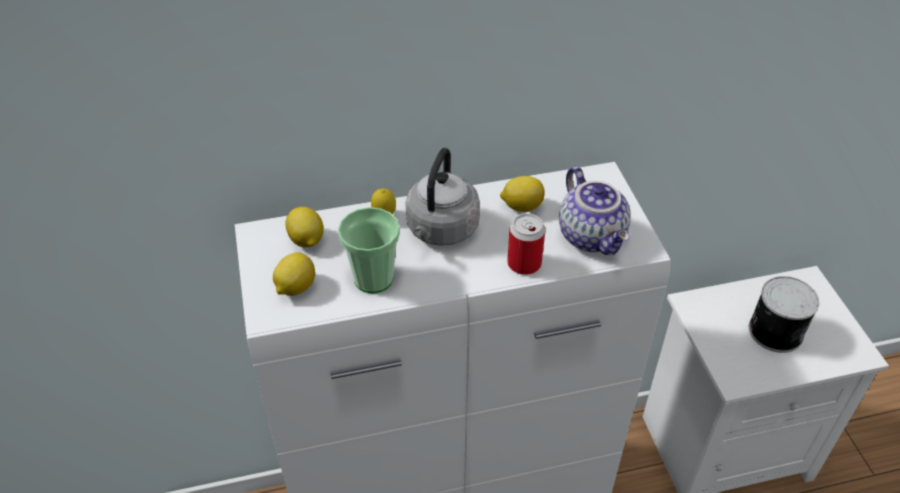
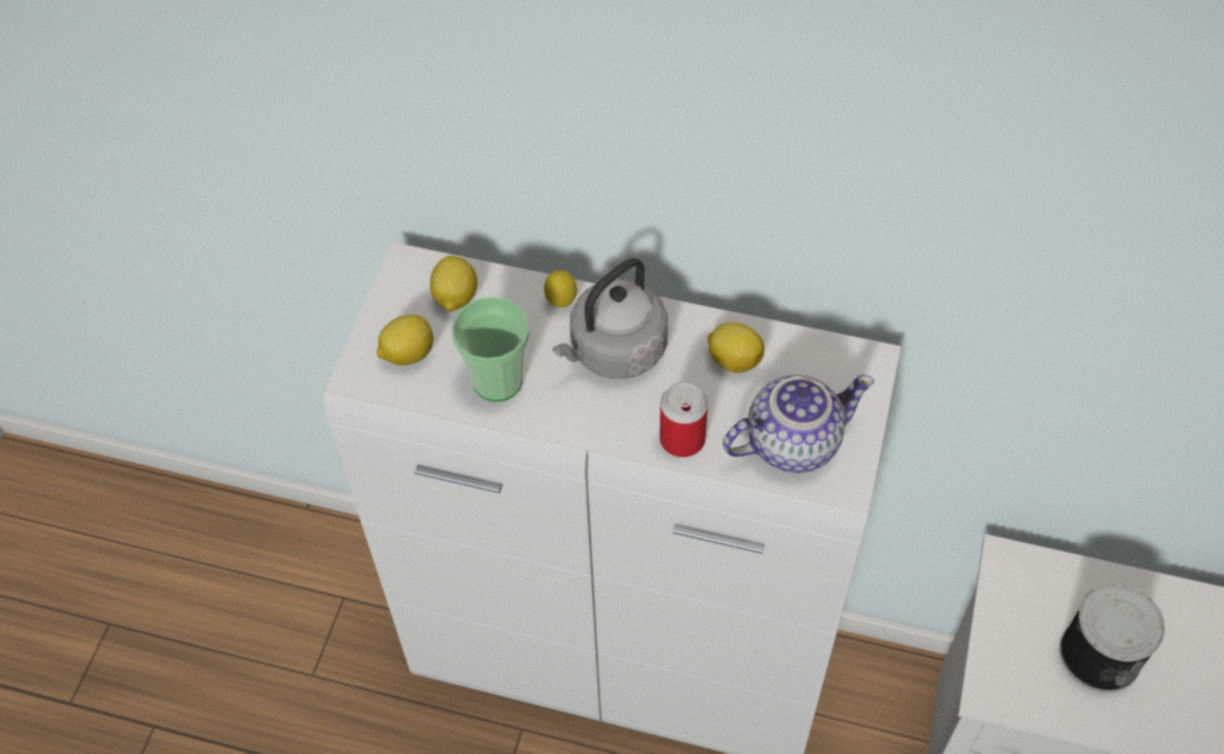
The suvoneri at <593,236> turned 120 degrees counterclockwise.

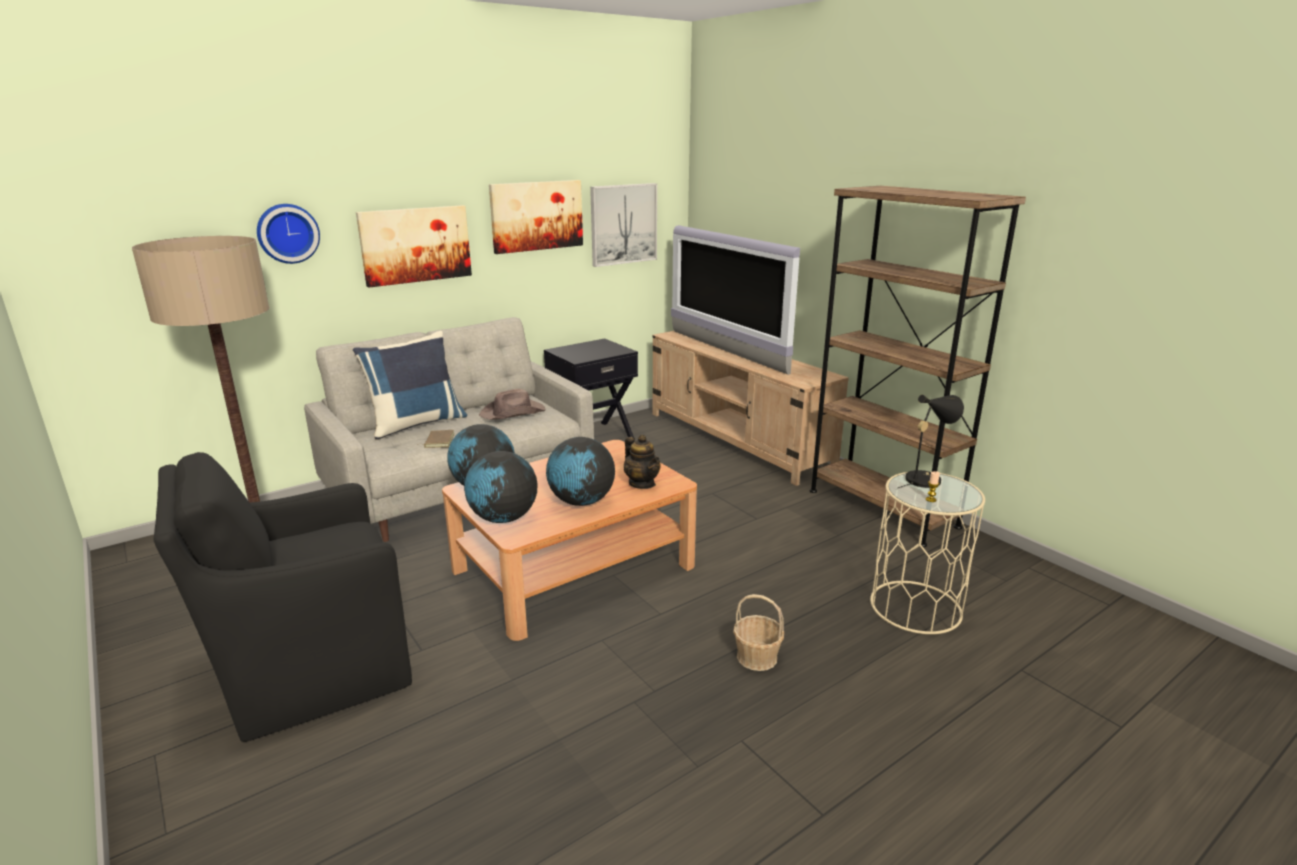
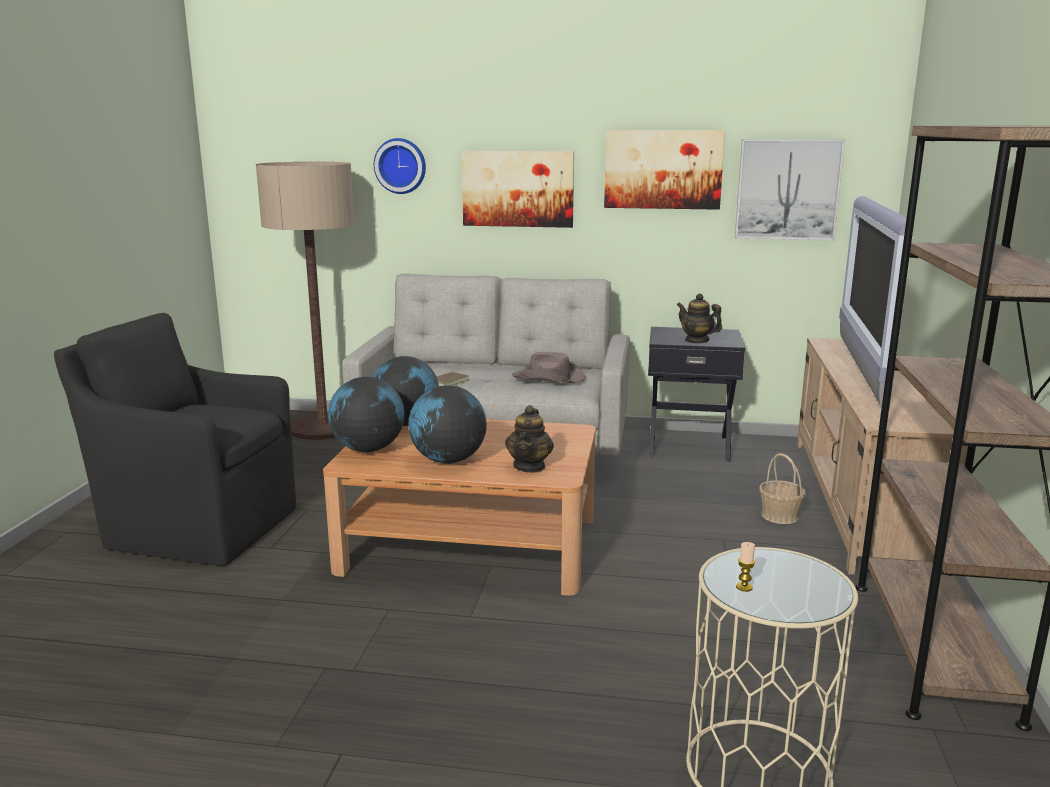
The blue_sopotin at <416,423> disappeared. The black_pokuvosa at <925,478> disappeared. The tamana moved from <757,657> to <779,516>. The suvoneri at <697,340> appeared.

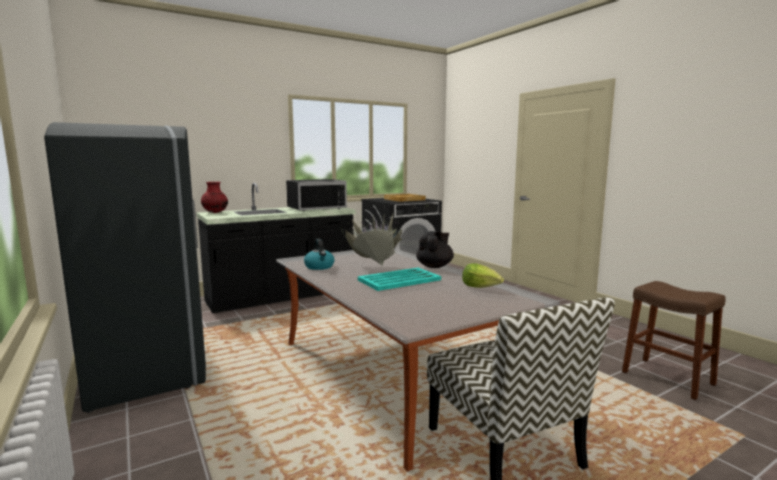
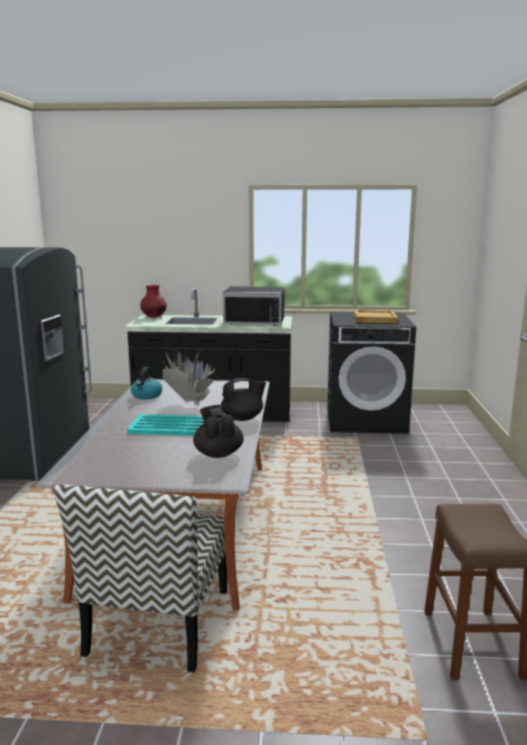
The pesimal at <481,287> was replaced by the black_suvoneri at <218,453>.

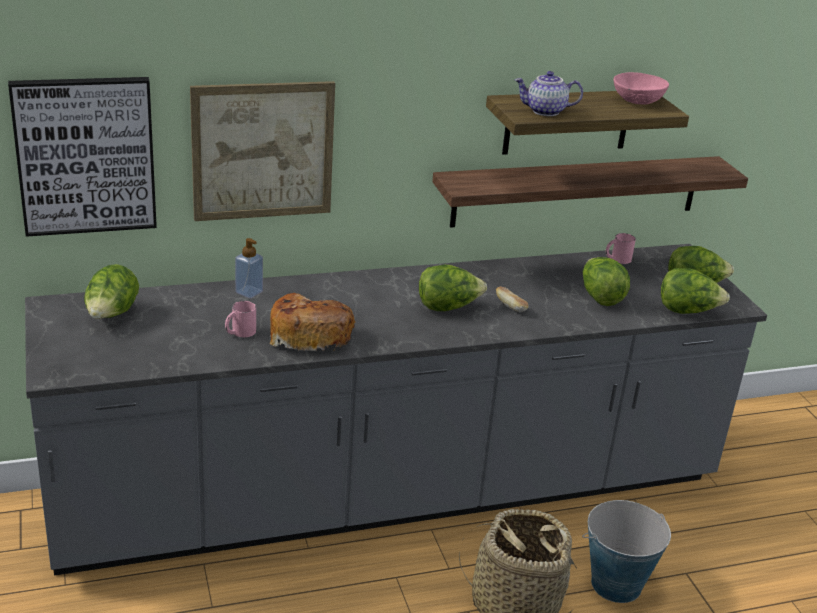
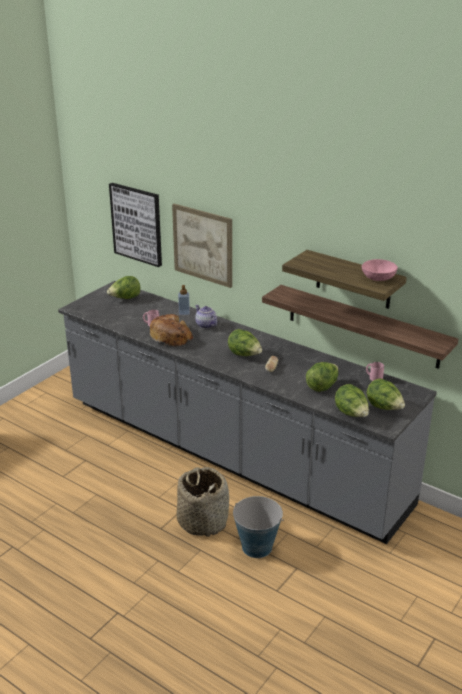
The suvoneri moved from <545,111> to <205,325>.

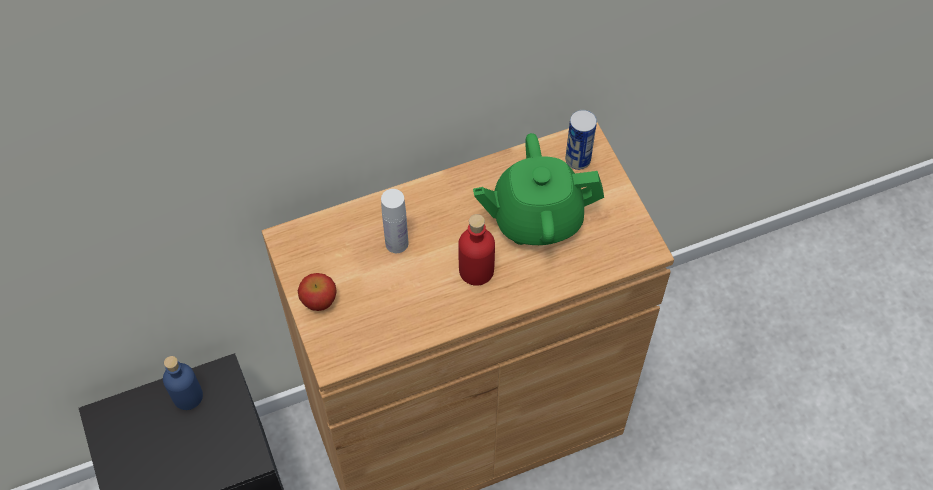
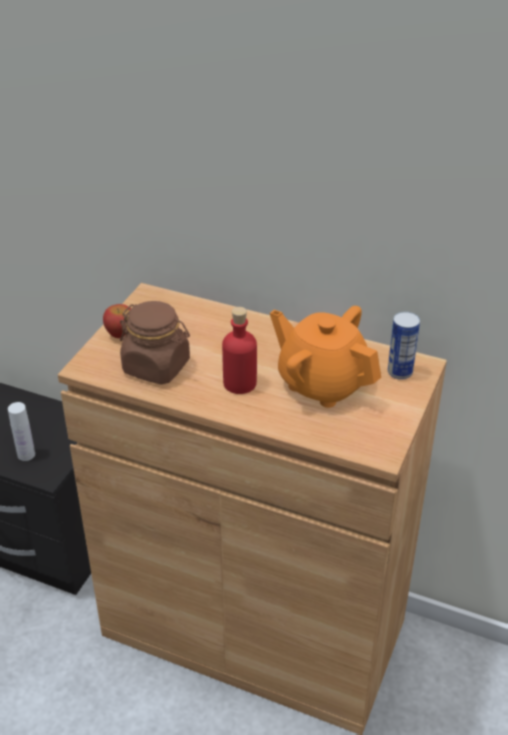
The green_suvoneri at <536,218> became the orange_suvoneri at <322,383>. The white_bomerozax moved from <396,243> to <26,454>. The blue_bomerozax at <187,396> disappeared. The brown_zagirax at <157,367> appeared.

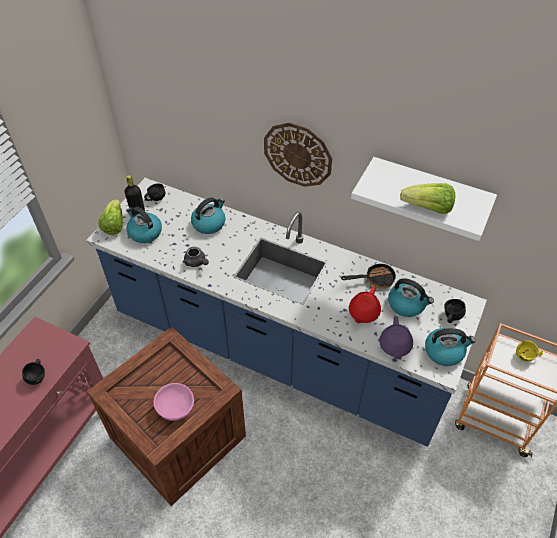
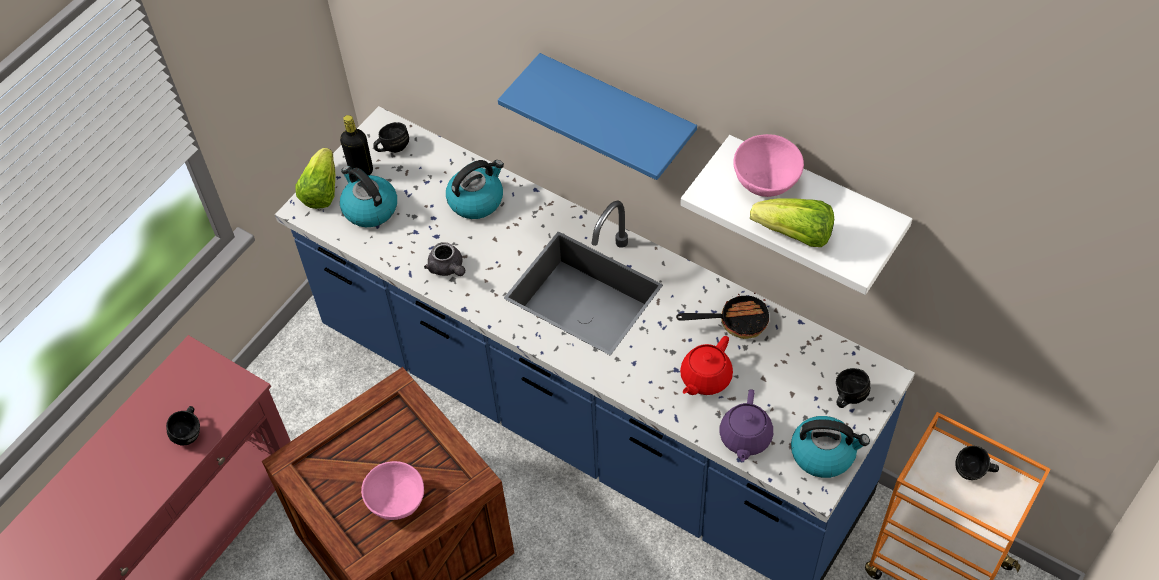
The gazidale at <298,154> was replaced by the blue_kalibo at <617,112>. The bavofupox at <407,304> disappeared. The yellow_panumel at <526,357> became the black_panumel at <973,473>. The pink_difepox at <767,182> appeared.

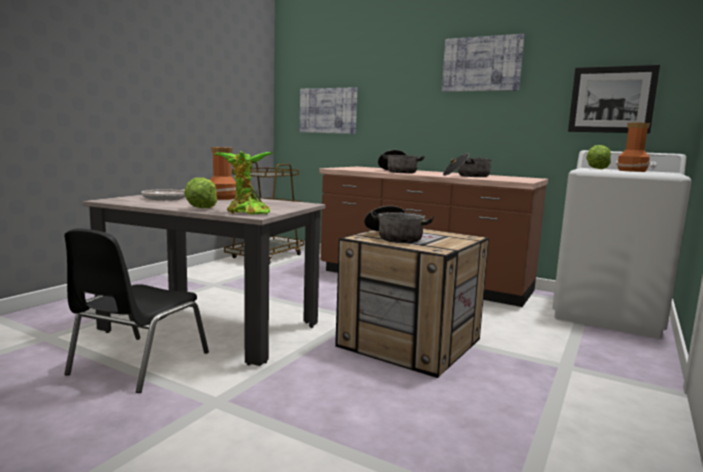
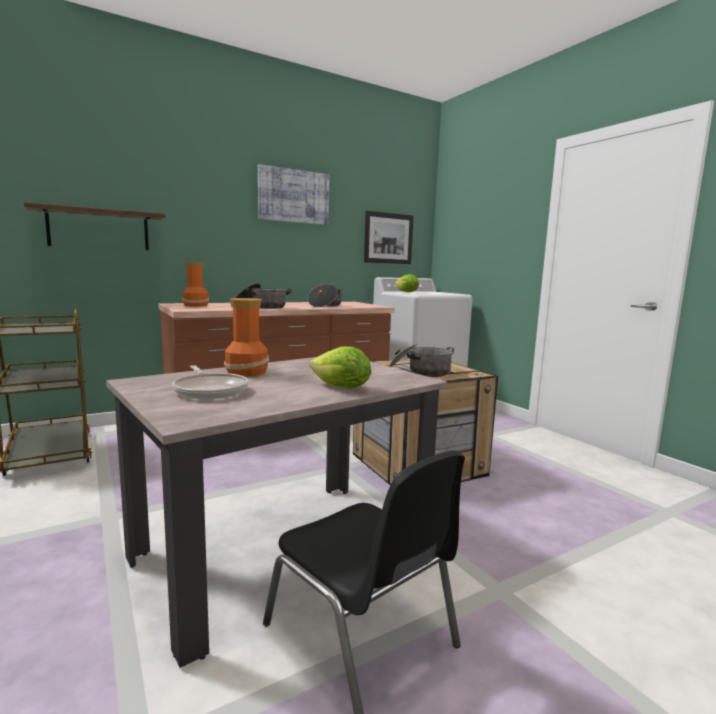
The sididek at <328,110> was replaced by the kalibo at <99,229>. The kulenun moved from <632,171> to <196,305>. The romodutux at <246,213> disappeared.

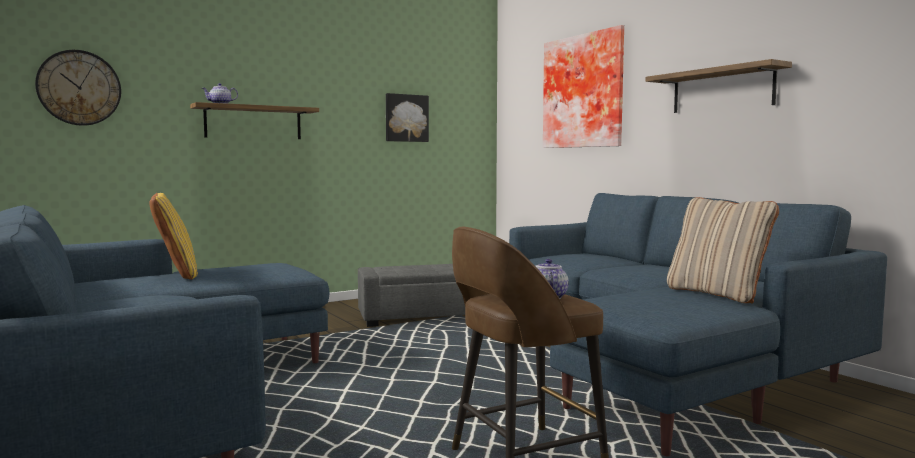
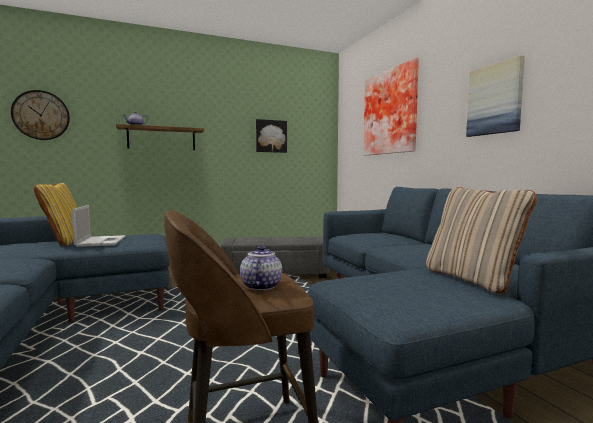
The kalibo at <722,90> was replaced by the sididek at <494,99>. The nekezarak at <101,241> appeared.

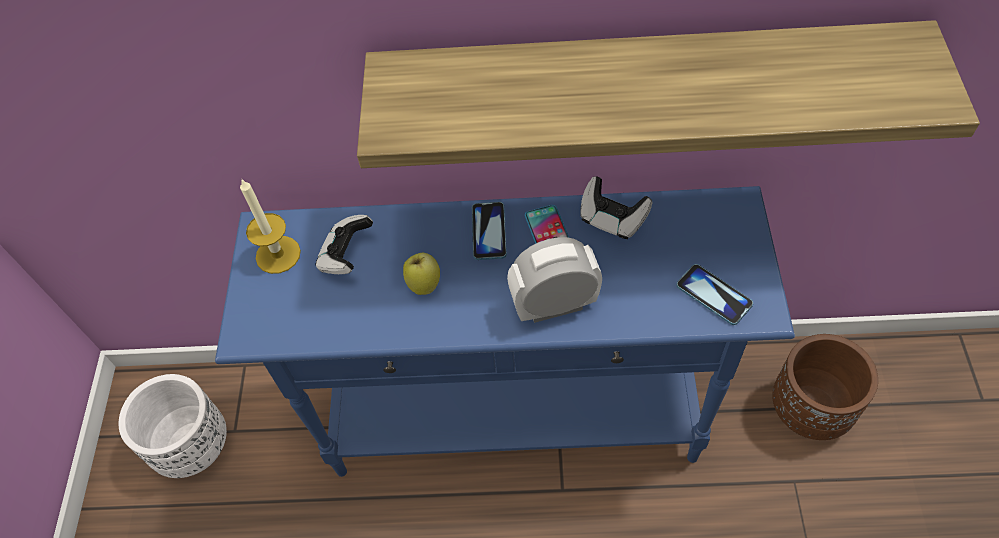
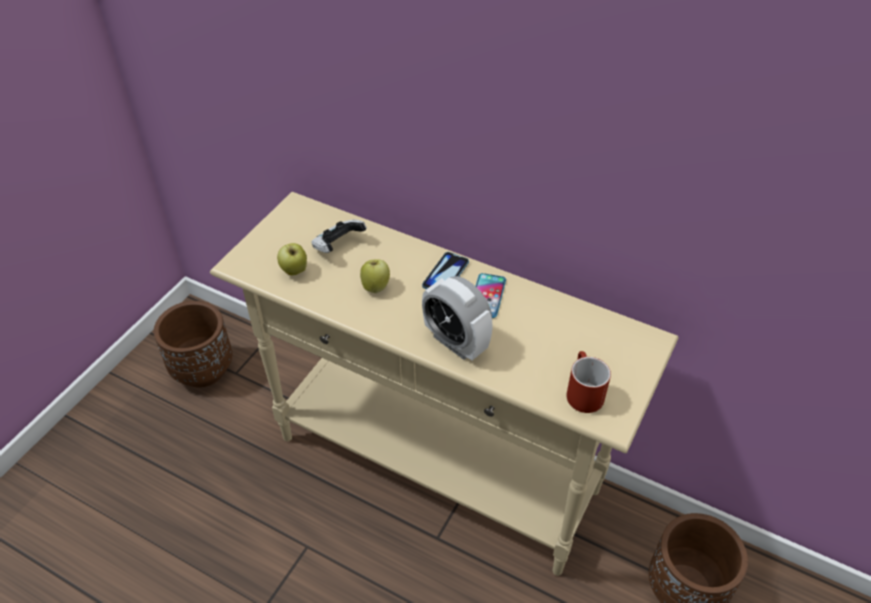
The kalibo at <642,81> disappeared. The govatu at <612,219> disappeared. The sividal at <278,254> disappeared. The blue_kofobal at <516,415> became the beige_kofobal at <437,465>. The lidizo at <554,306> turned 150 degrees counterclockwise. The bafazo at <714,295> was replaced by the red_panumel at <581,391>. The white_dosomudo at <194,447> became the brown_dosomudo at <203,370>. The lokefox at <294,271> appeared.

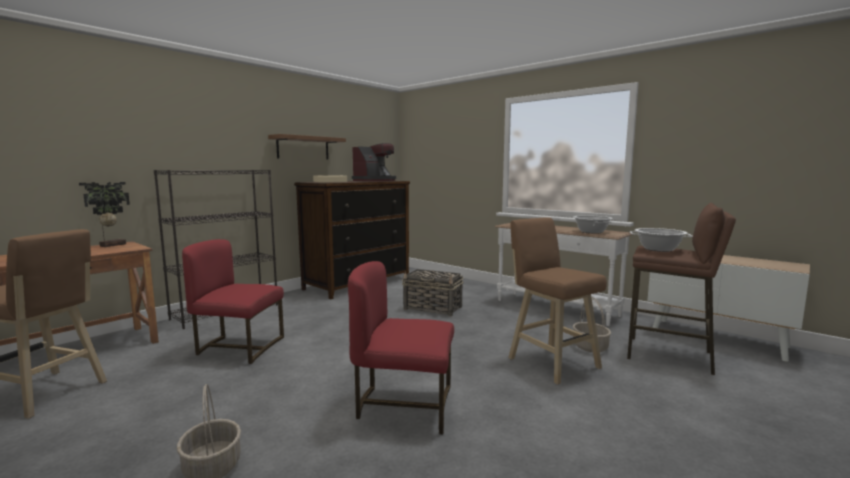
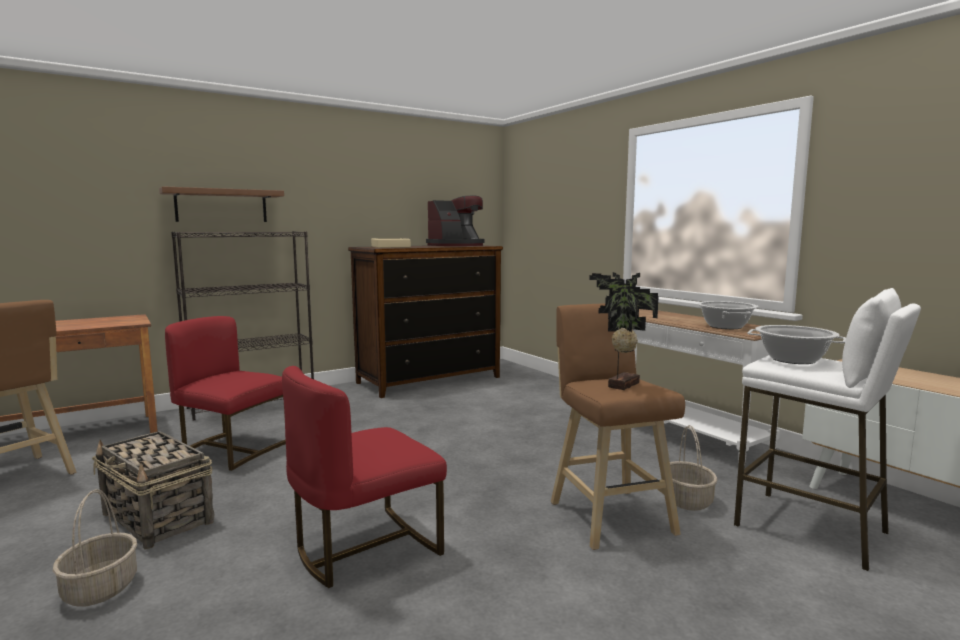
The brown_kalibo moved from <303,148> to <221,206>. The romodutux moved from <111,245> to <621,385>. The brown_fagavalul at <669,355> became the white_fagavalul at <811,529>. The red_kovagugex at <404,405> turned 60 degrees counterclockwise. The tamana moved from <433,308> to <158,519>.

